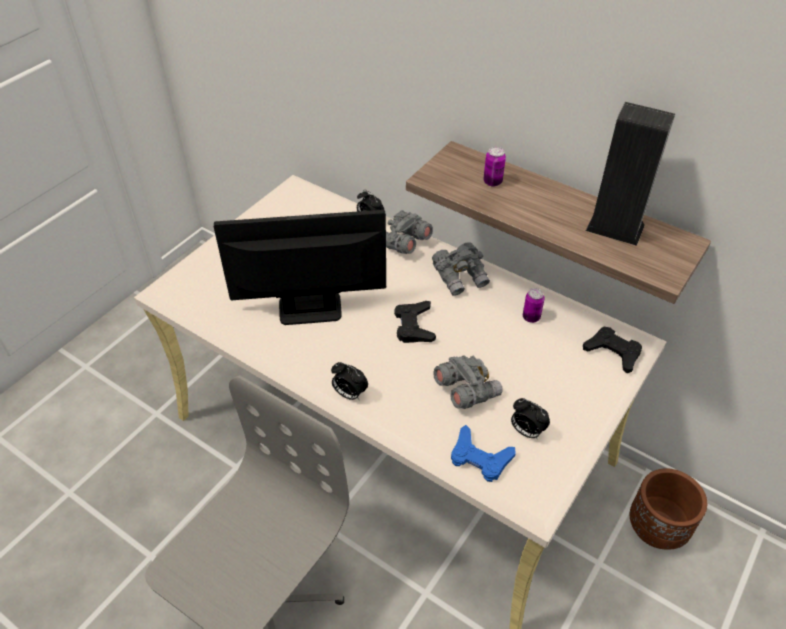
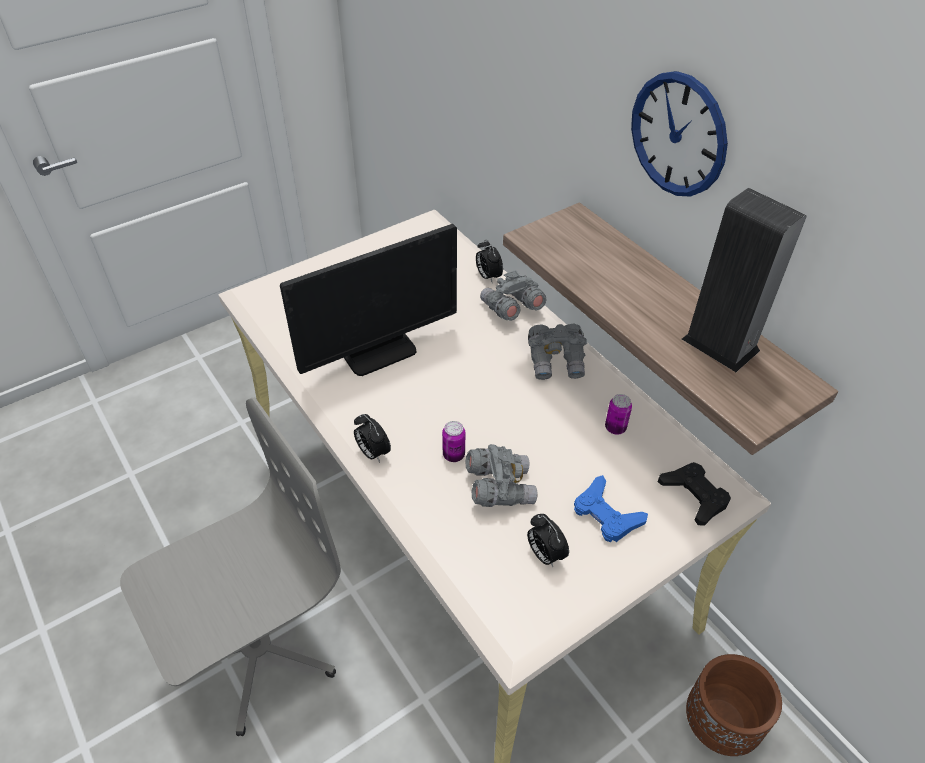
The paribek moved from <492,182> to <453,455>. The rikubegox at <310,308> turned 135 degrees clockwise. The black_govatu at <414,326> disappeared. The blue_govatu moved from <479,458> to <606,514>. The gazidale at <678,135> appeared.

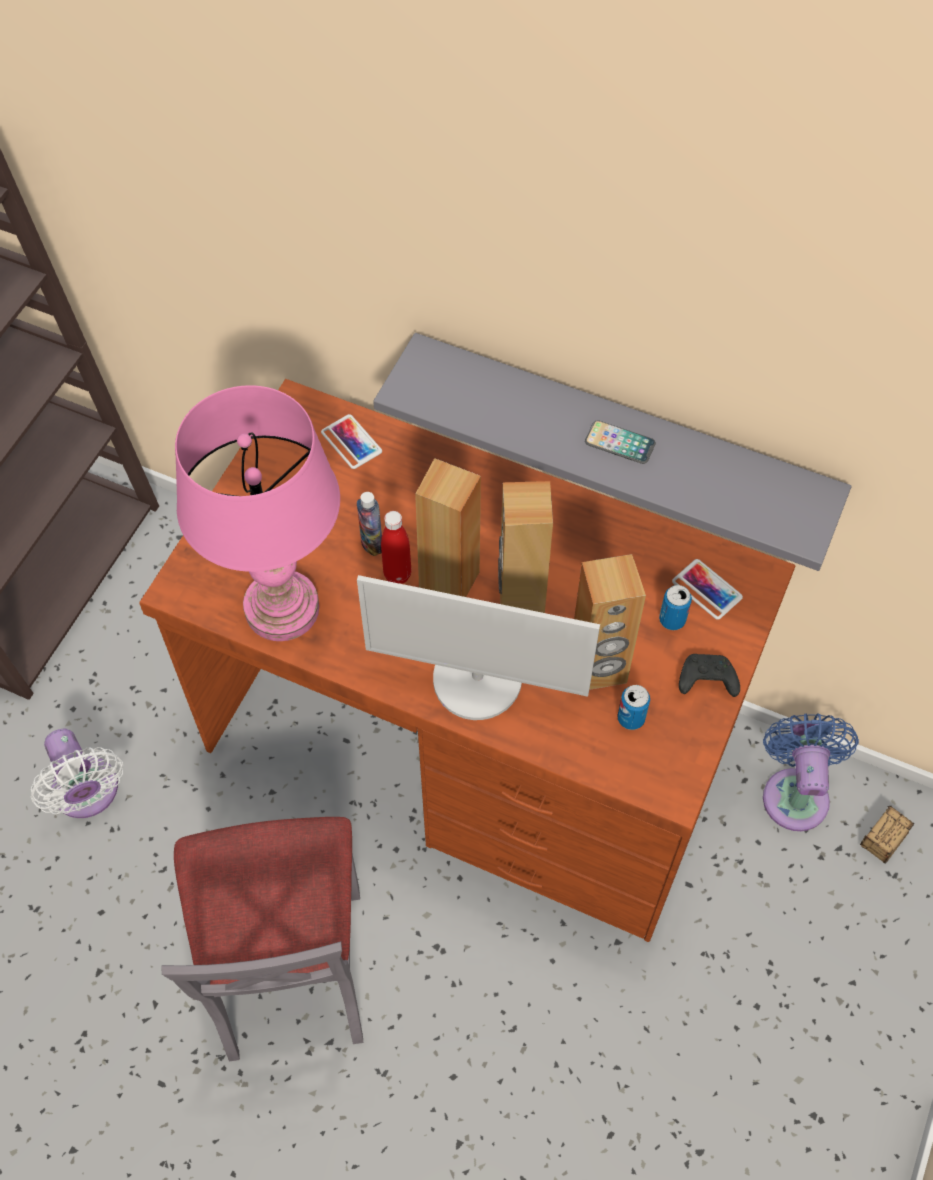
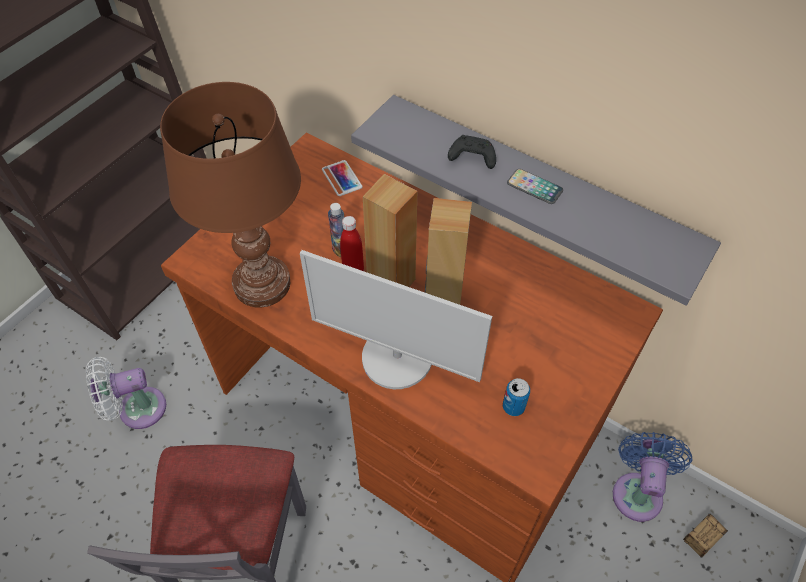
The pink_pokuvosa at <282,609> became the brown_pokuvosa at <262,284>. The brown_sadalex at <598,668> disappeared. The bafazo at <707,589> disappeared. The paribek at <672,620> disappeared. The black_govatu moved from <705,681> to <471,158>. The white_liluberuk at <88,794> turned 90 degrees clockwise.

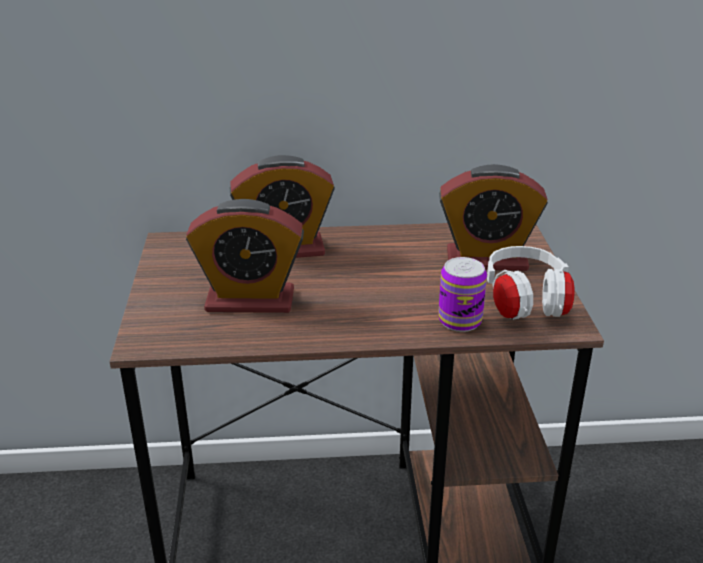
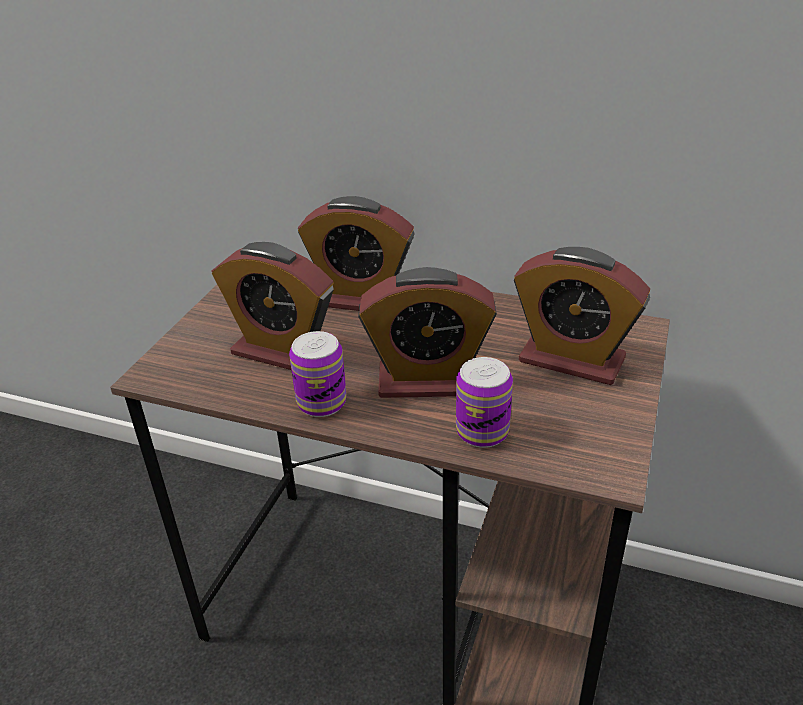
The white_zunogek at <525,303> disappeared. The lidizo at <428,381> appeared. The paribek at <321,402> appeared.

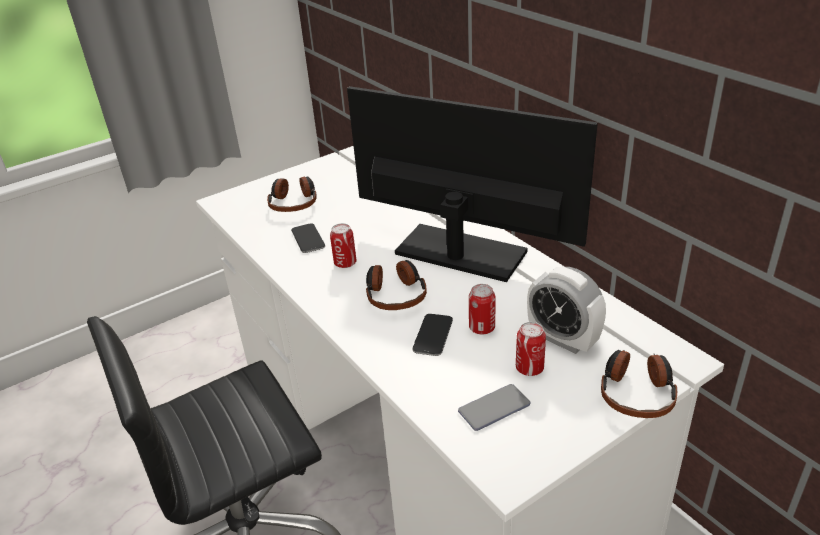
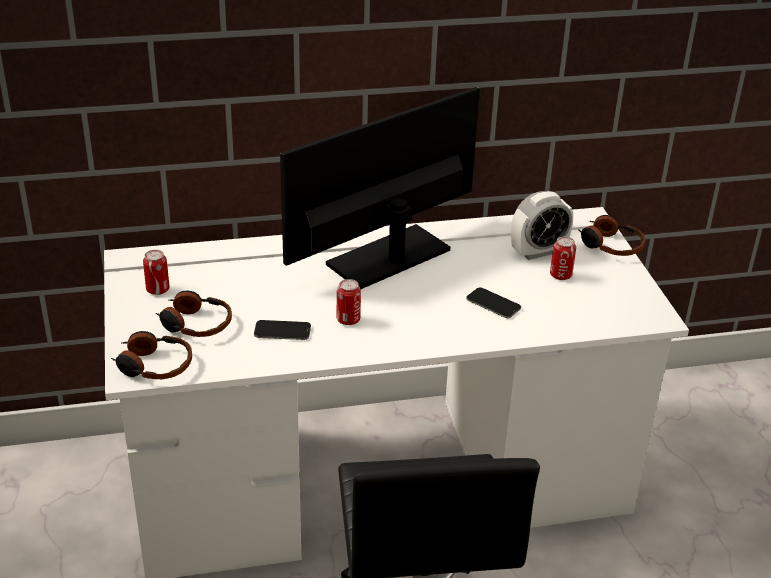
The zunogek moved from <395,294> to <153,366>. The paribek moved from <482,328> to <158,290>. The bafazo at <494,408> disappeared.

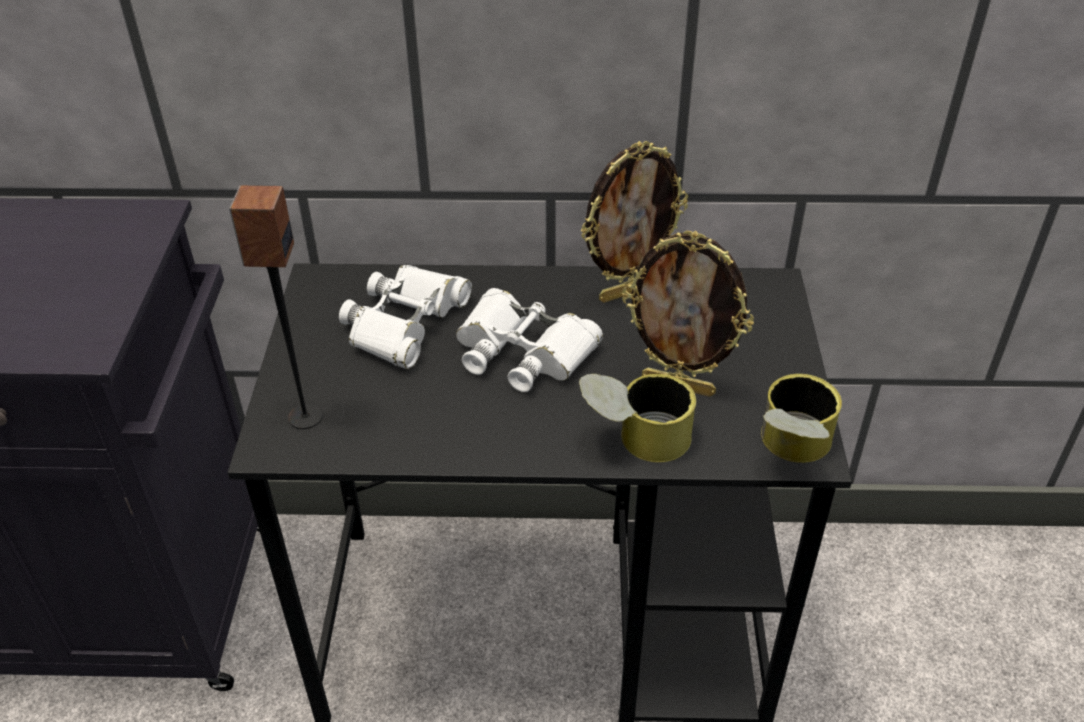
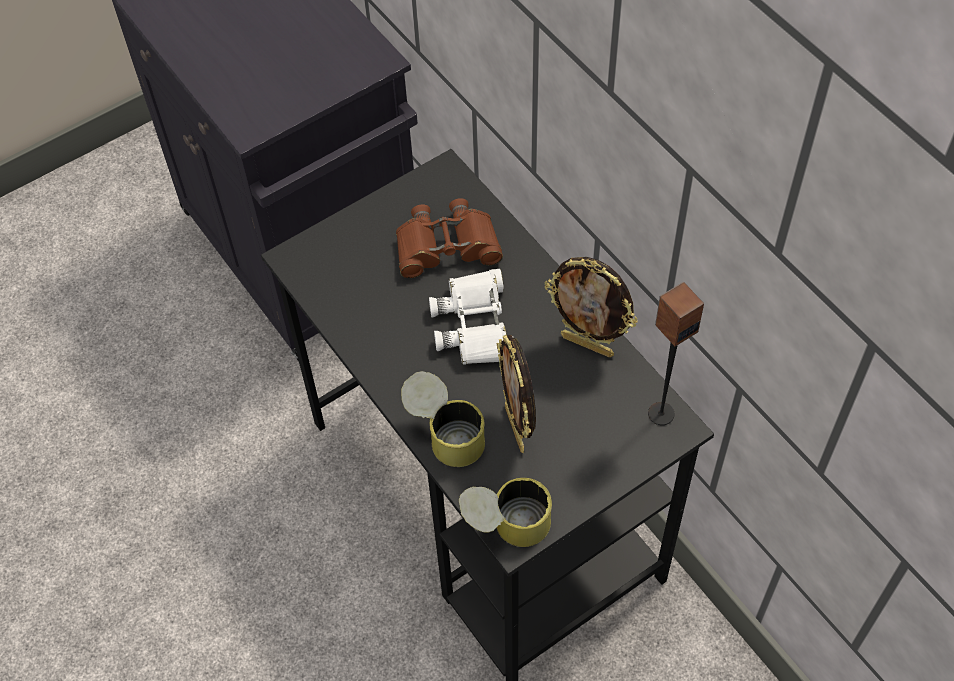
The sadalex moved from <304,417> to <660,413>. The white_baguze at <405,323> became the brown_baguze at <446,246>.

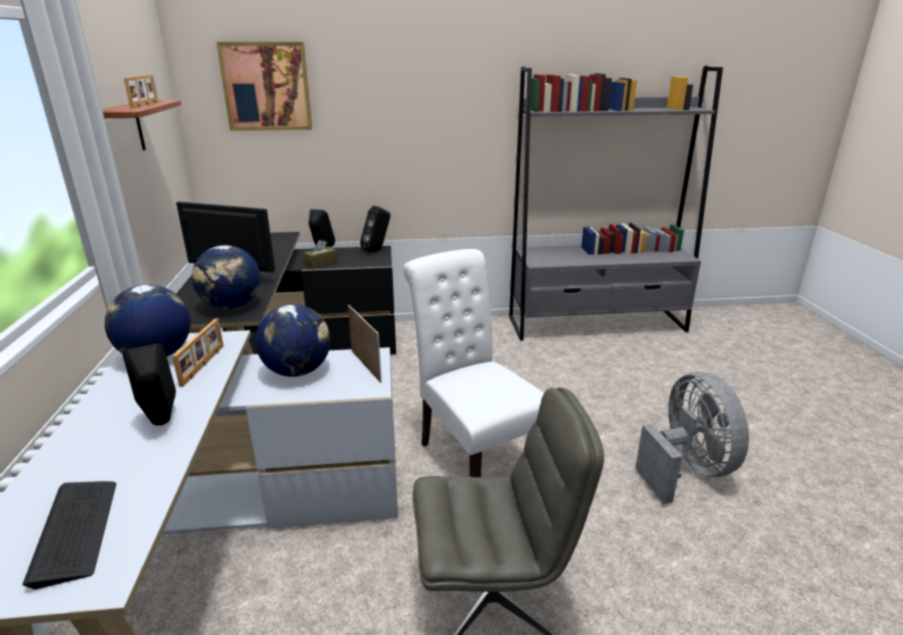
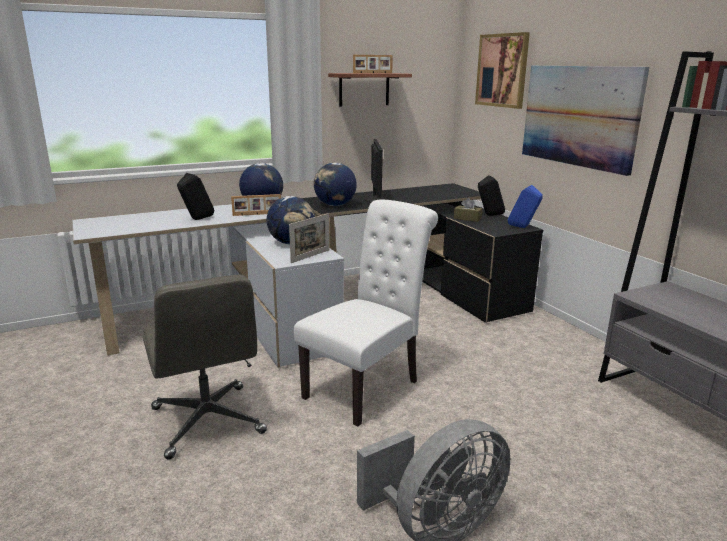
The black_sadalex at <377,250> became the blue_sadalex at <523,227>. The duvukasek at <76,531> disappeared. The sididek at <579,116> appeared.

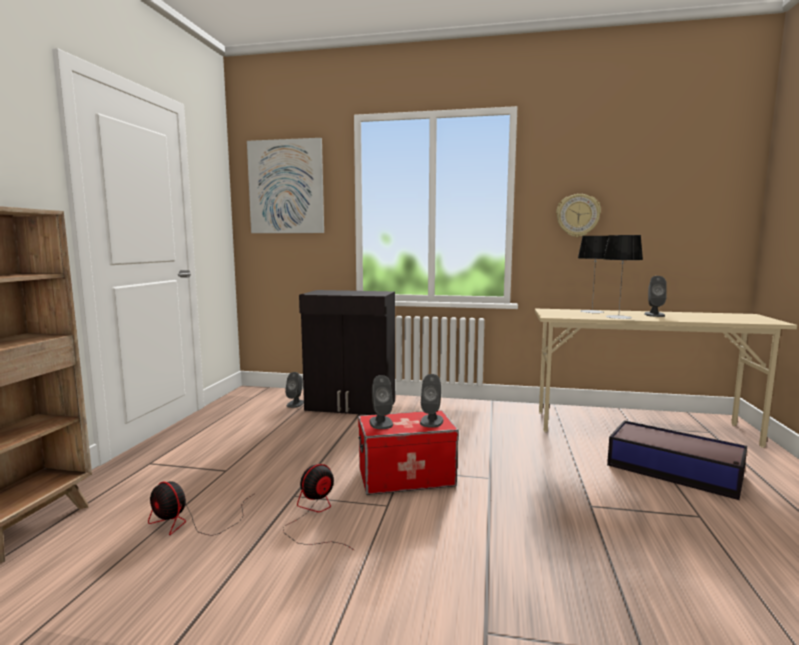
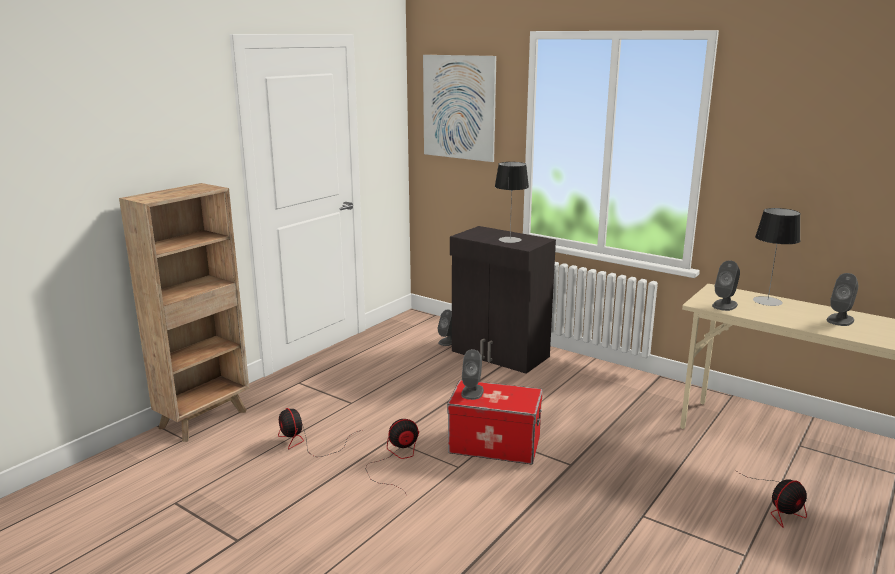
The gazidale at <577,215> disappeared. The pokuvosa moved from <618,317> to <510,240>. The grey_sadalex moved from <431,421> to <725,305>. The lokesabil at <675,471> was replaced by the liluberuk at <782,506>.

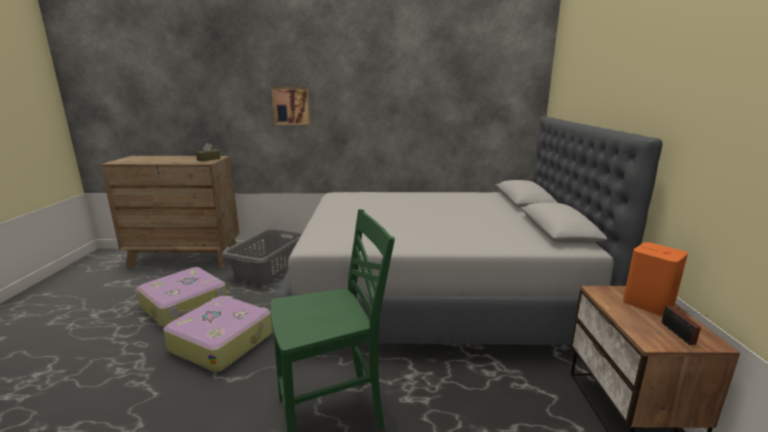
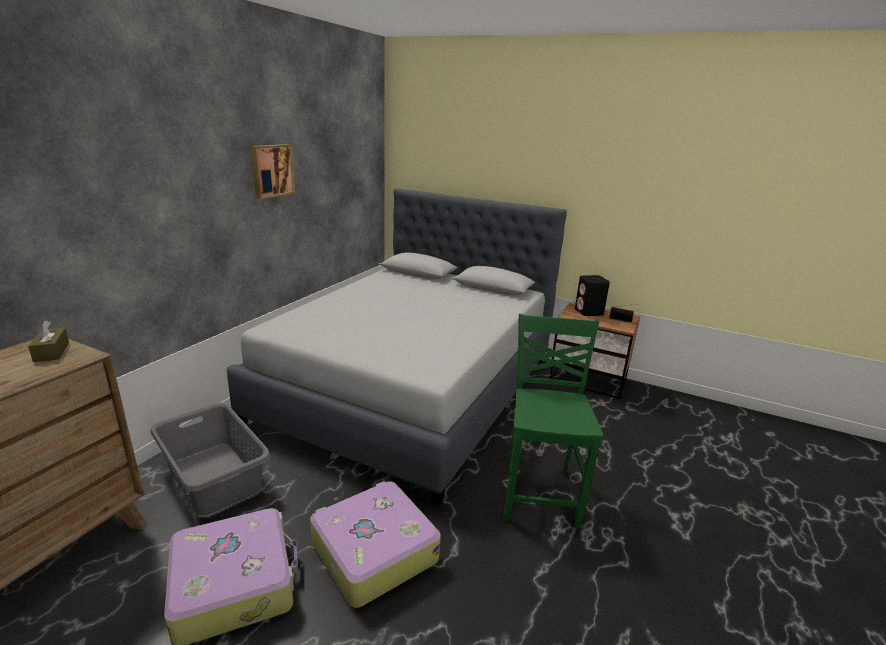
The sididek moved from <291,106> to <271,170>. The orange_sadalex at <648,303> became the black_sadalex at <589,312>.

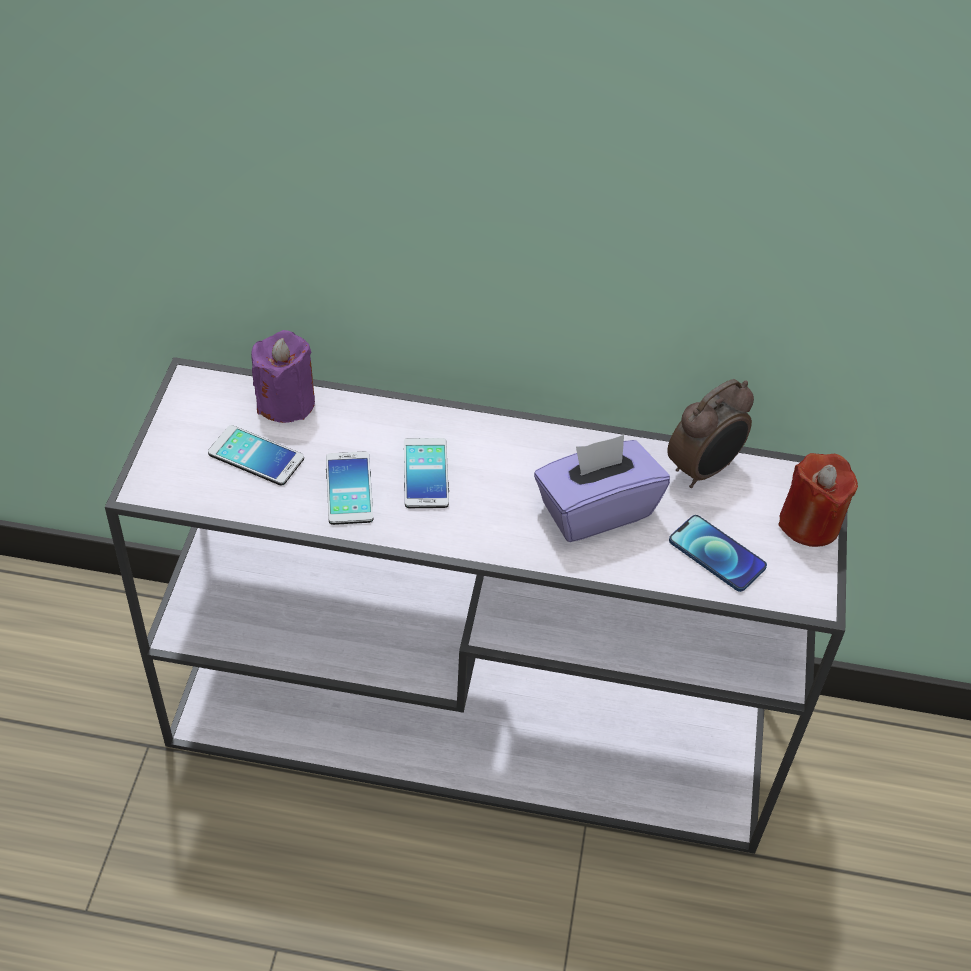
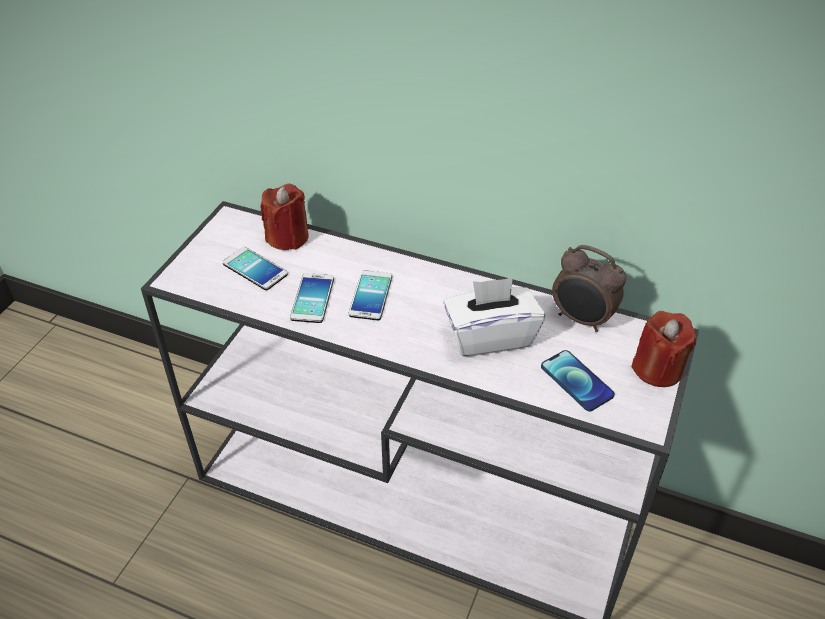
The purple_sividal at <286,402> became the red_sividal at <288,237>. The lidizo at <704,470> turned 60 degrees clockwise. The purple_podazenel at <595,509> became the white_podazenel at <490,336>.

